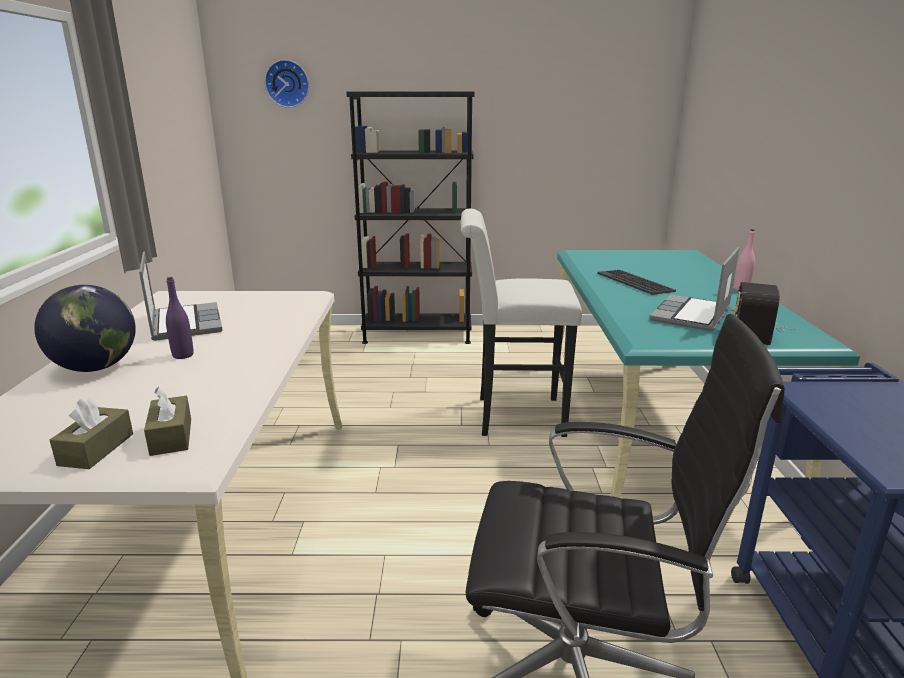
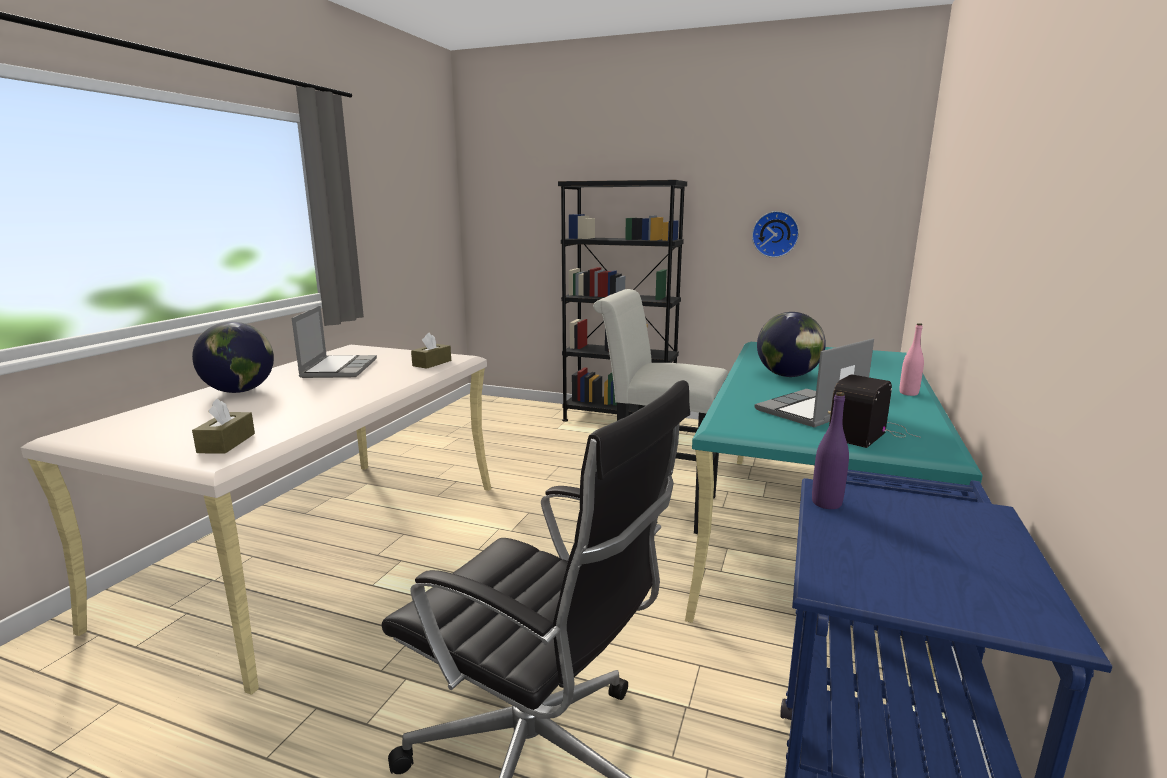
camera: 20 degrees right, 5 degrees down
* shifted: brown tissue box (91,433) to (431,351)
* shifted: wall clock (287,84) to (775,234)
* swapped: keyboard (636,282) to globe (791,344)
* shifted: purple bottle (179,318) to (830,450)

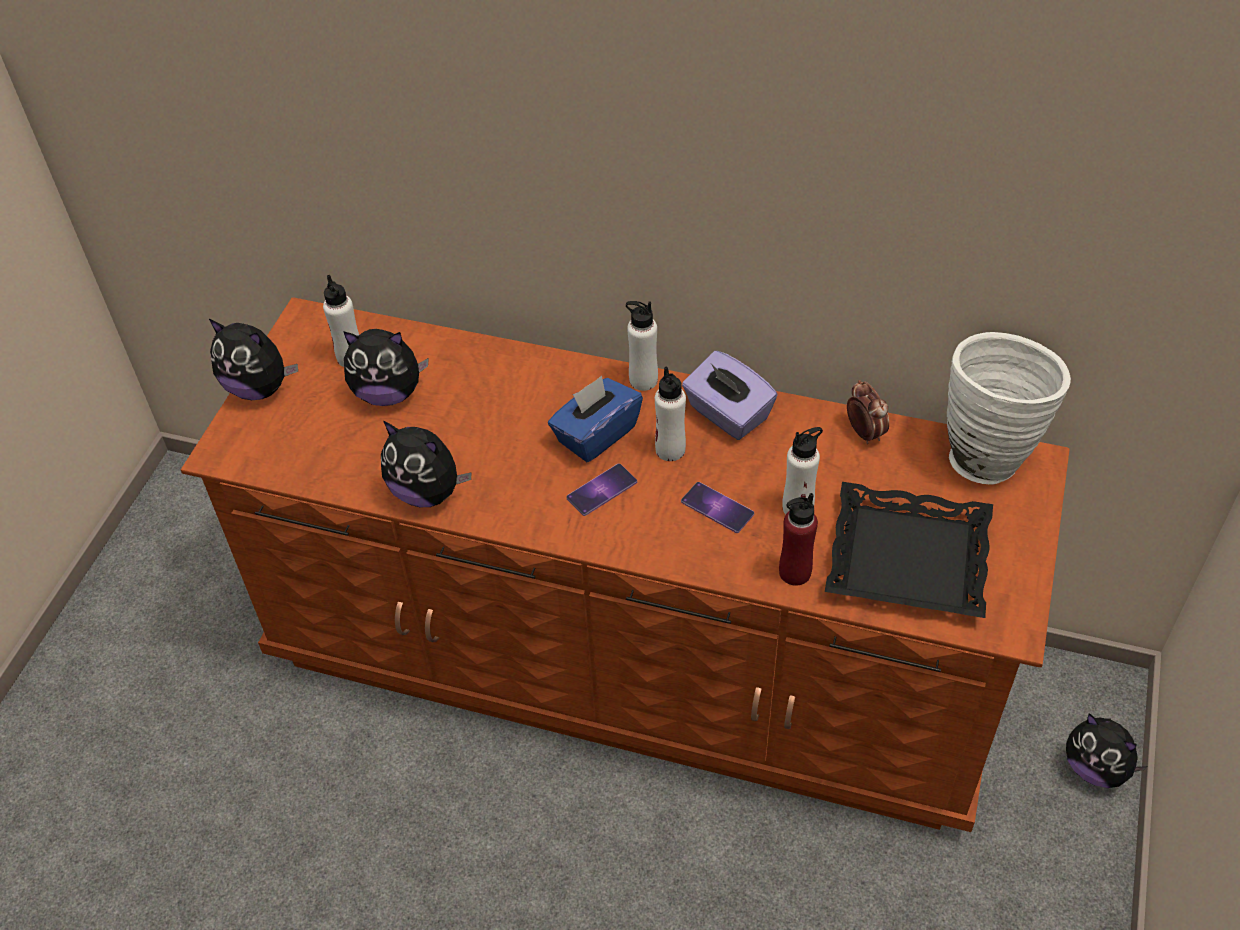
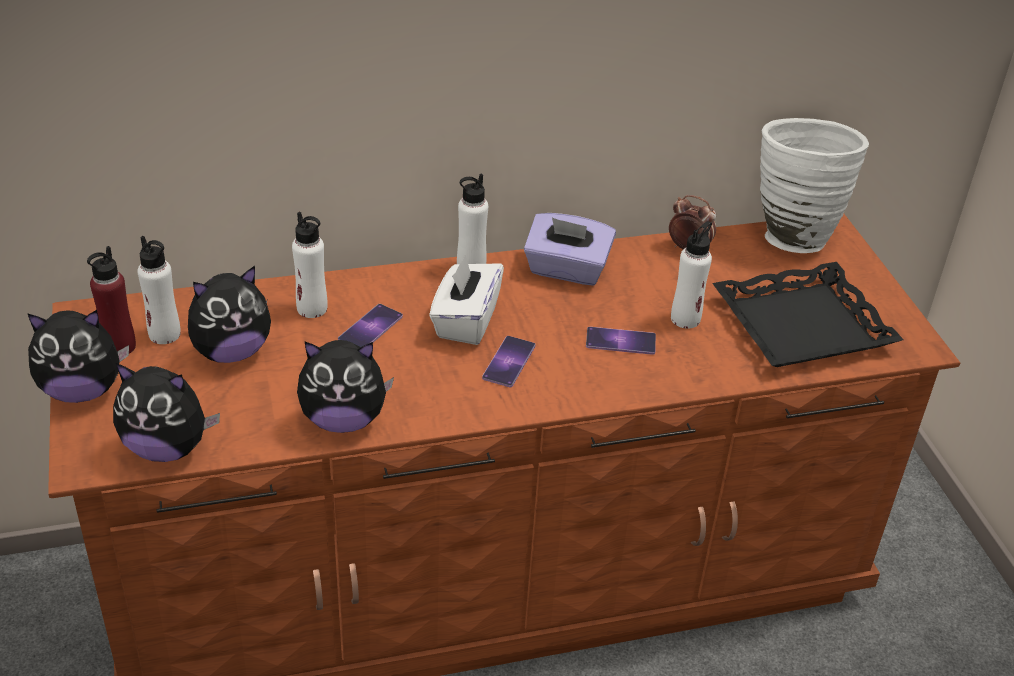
camera: 35 degrees left, 10 degrees down
* shifted: red bottle (798,539) to (111,300)
* shifted: plush toy (1107,750) to (166,412)
* shifted: white bottle (670,413) to (309,265)
* new: phone (370,325)
* repainted: blue tissue box (595,419) to white tissue box (466,300)

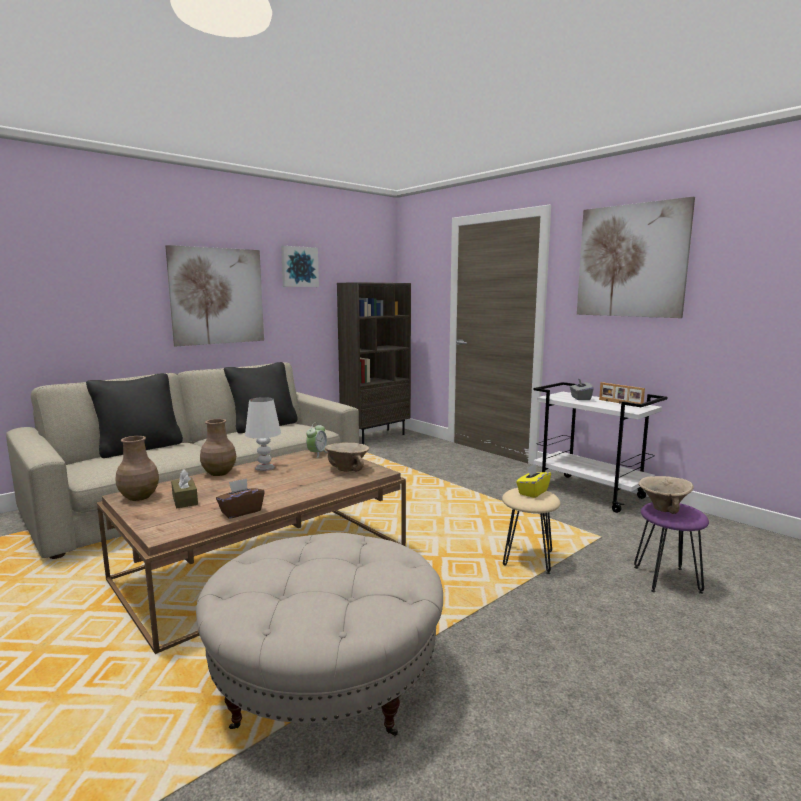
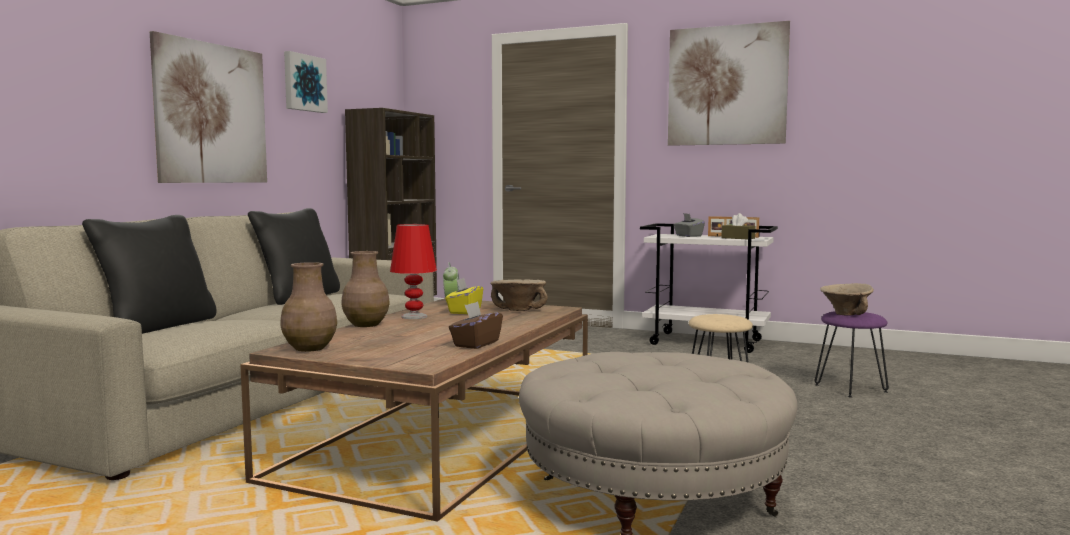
camera: 25 degrees left, 5 degrees down
* repainted: white table lamp (263,434) to red table lamp (413,271)
* shifted: yellow tissue box (533,481) to (464,296)
* shifted: brown tissue box (184,488) to (738,226)

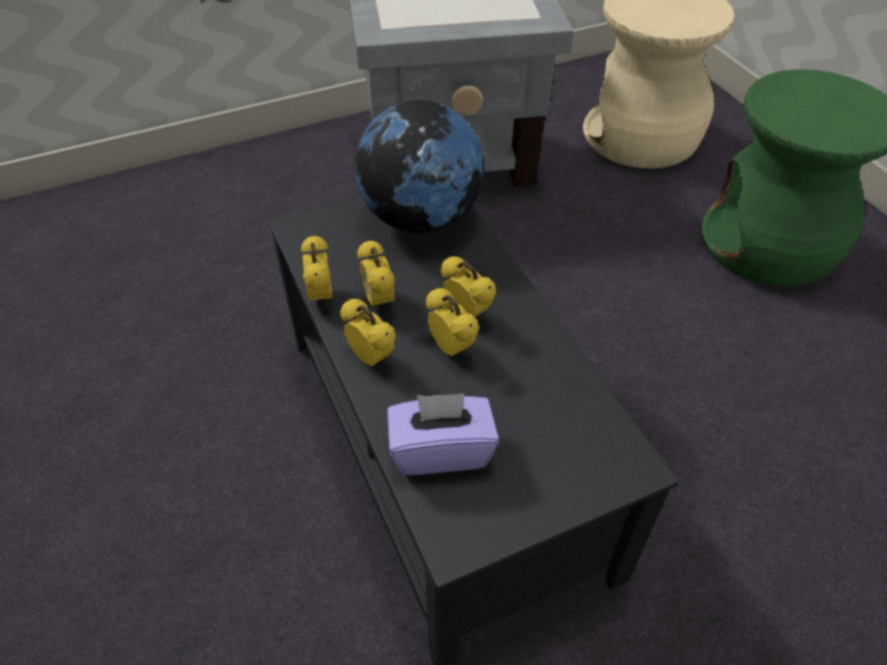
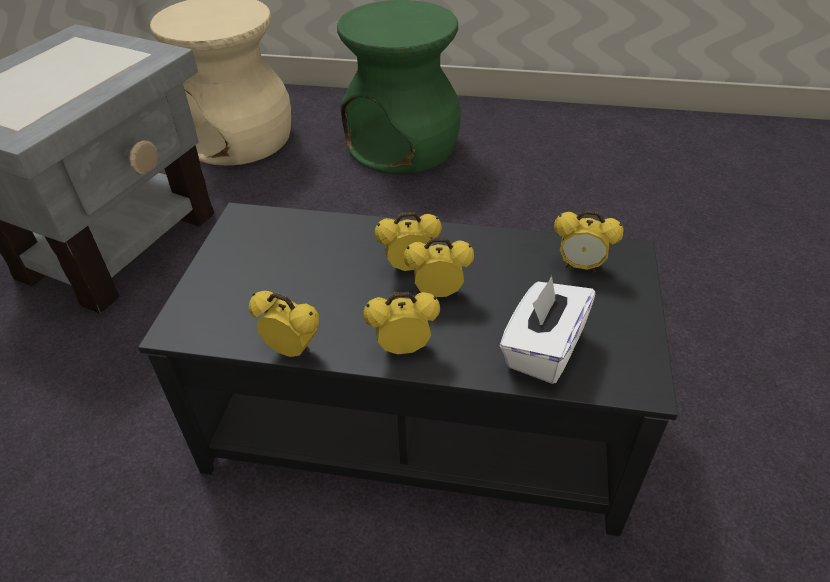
camera: 55 degrees left, 5 degrees down
* repainted: purple tissue box (443,434) to white tissue box (547,330)
* shifted: alarm clock (376,275) to (589,241)
* gone: globe (419,166)

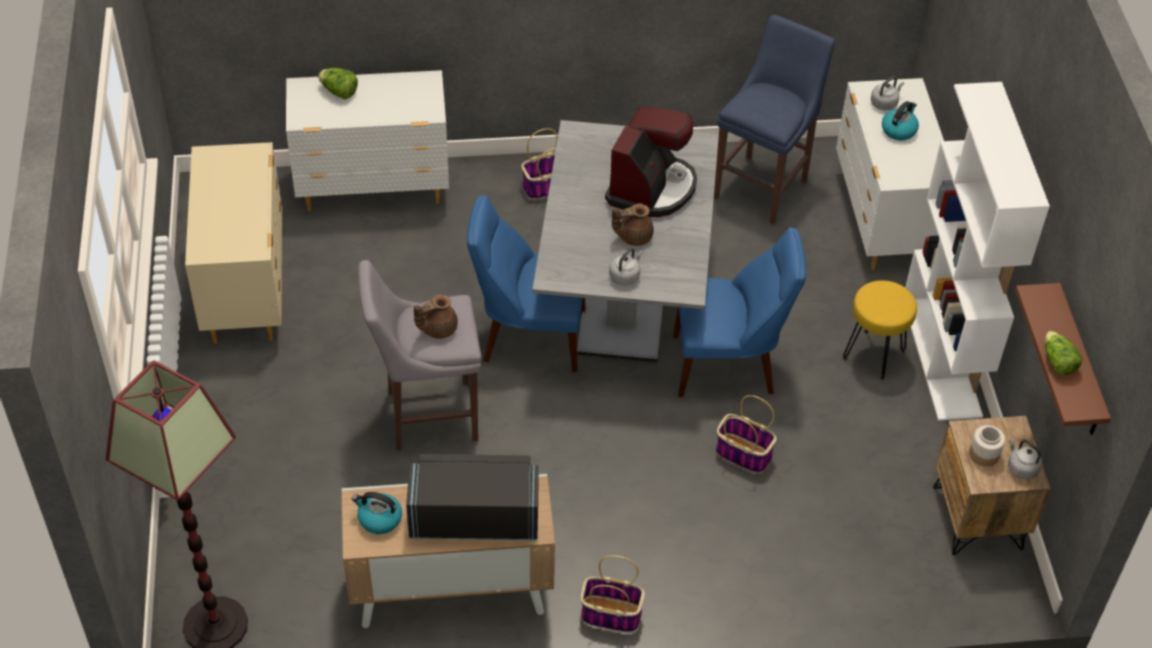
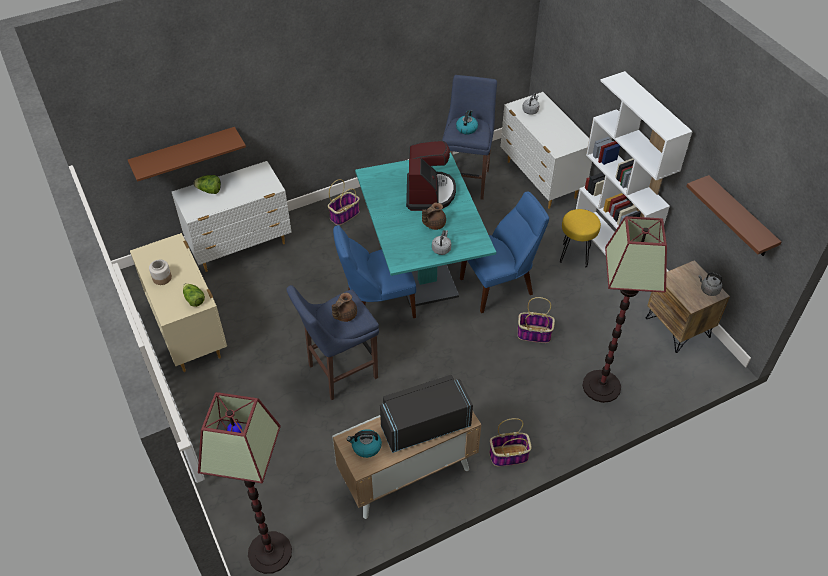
camera: 20 degrees left, 0 degrees up
* new: brown shelf (187,154)
* shifted: jar (987,446) to (160,272)
* shifted: lettuce (1063,353) to (194,295)
* repainted: grey stool (419,355) to blue stool (333,342)
* repainted: grey dining table (625,241) to turquoise dining table (425,229)
* shifted: kettle (900,121) to (467,122)
* new: floor lamp (624,309)

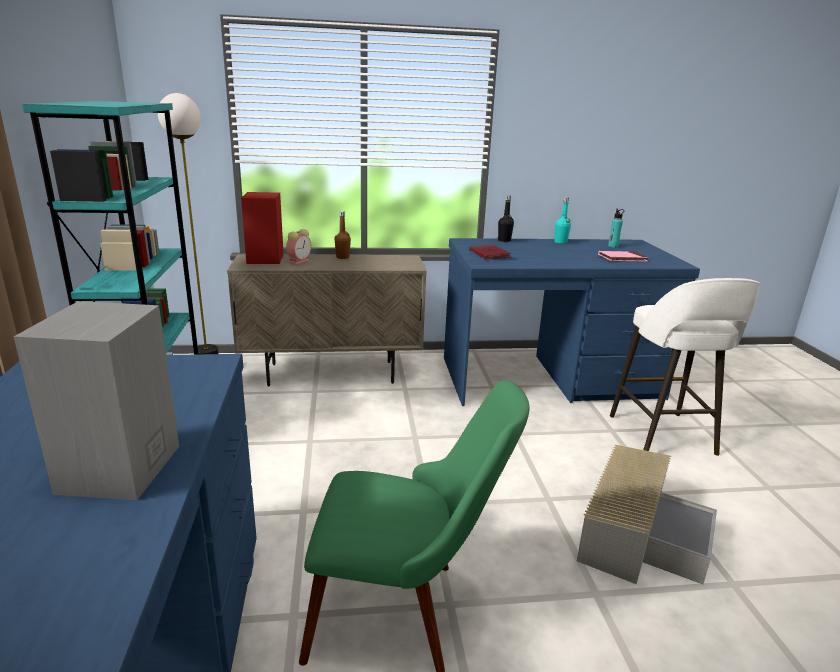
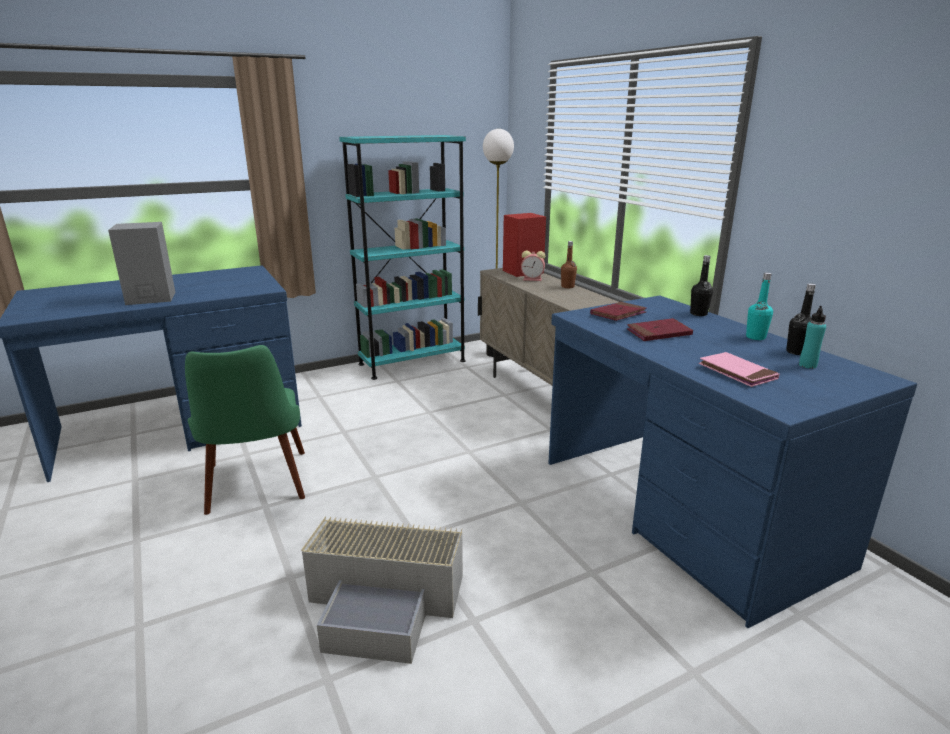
camera: 70 degrees right, 0 degrees up
* new: red book (660,329)
* new: black bottle (801,319)
* gone: white stool (685,367)

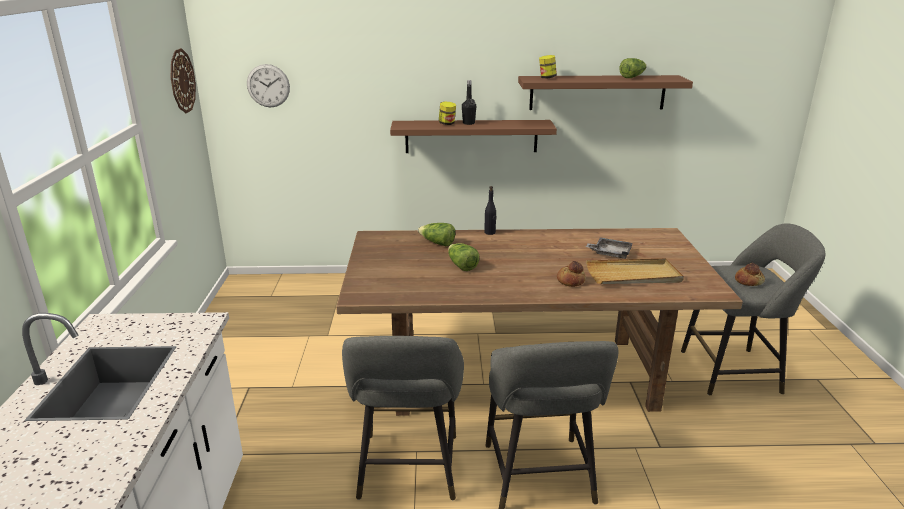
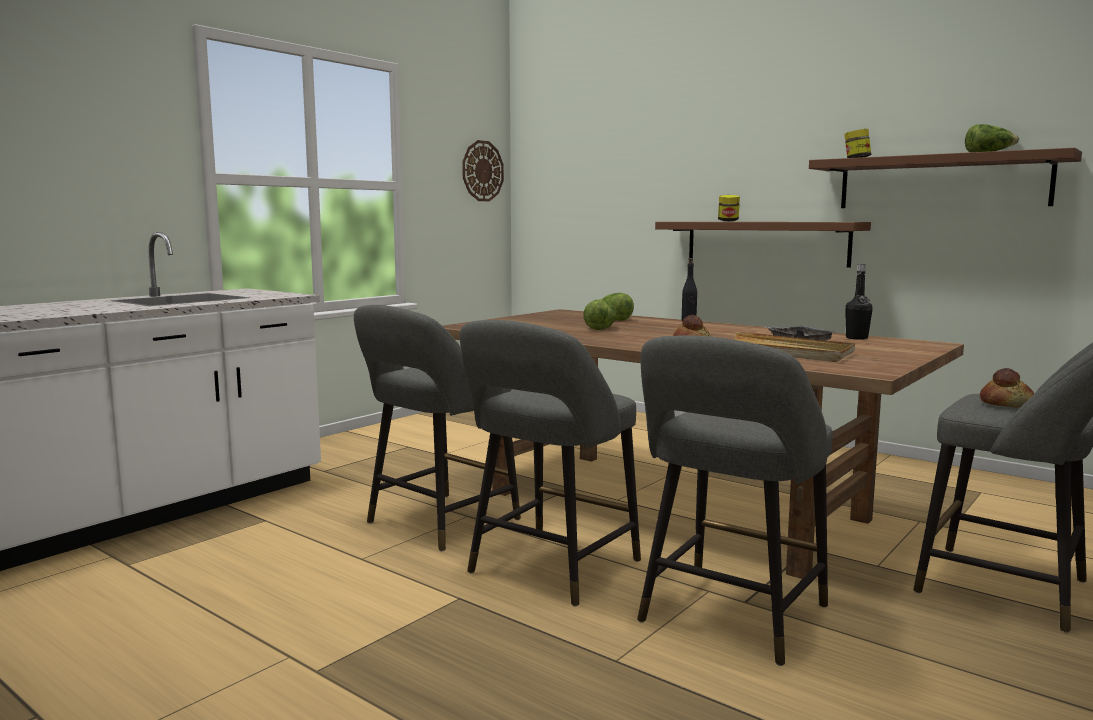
camera: 40 degrees right, 15 degrees down
* new: grey stool (735,500)
* shifted: black bottle (469,102) to (859,302)
* gone: wall clock (268,85)

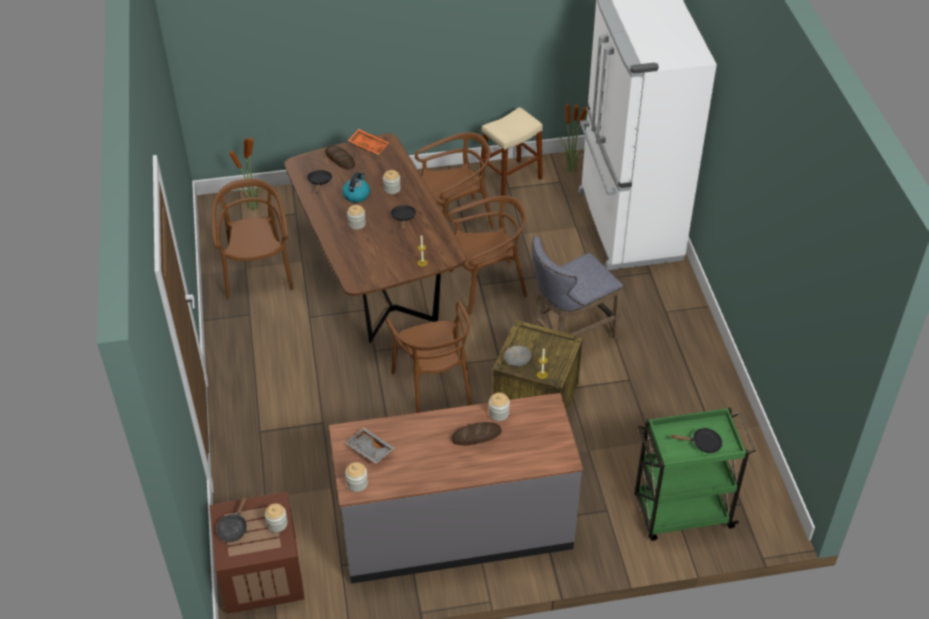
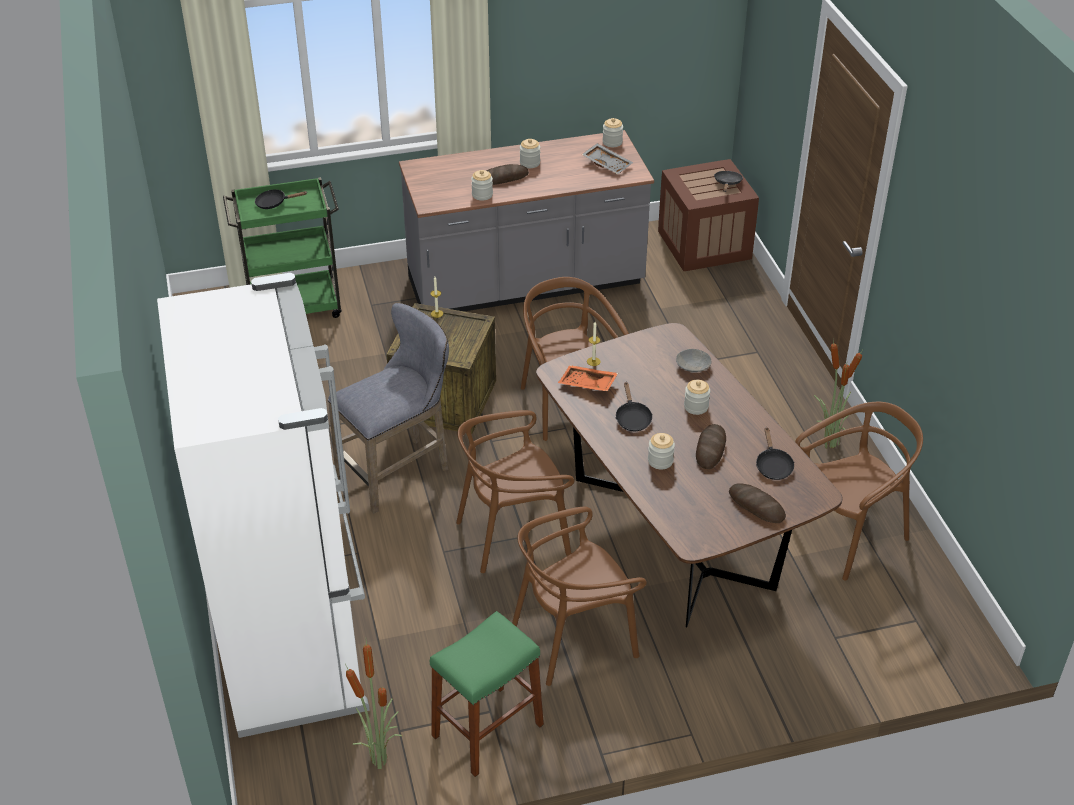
camera: 175 degrees right, 5 degrees down
* repainted: beige stool (511,151) to green stool (487,694)
* shifted: jar (276,517) to (530,153)
* shifted: orange tray (368,142) to (588,378)
* shifted: grey bowl (517,356) to (693,361)
* swapped: kettle (356,187) to bread (711,446)
* rotated: brown chair (253,239) = (859,491) 105 degrees counterclockwise
* shifted: potted plant (247,173) to (839,394)

